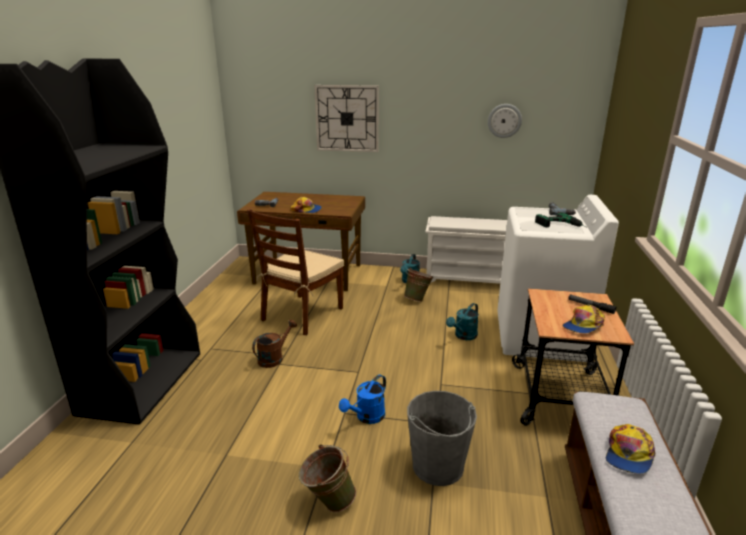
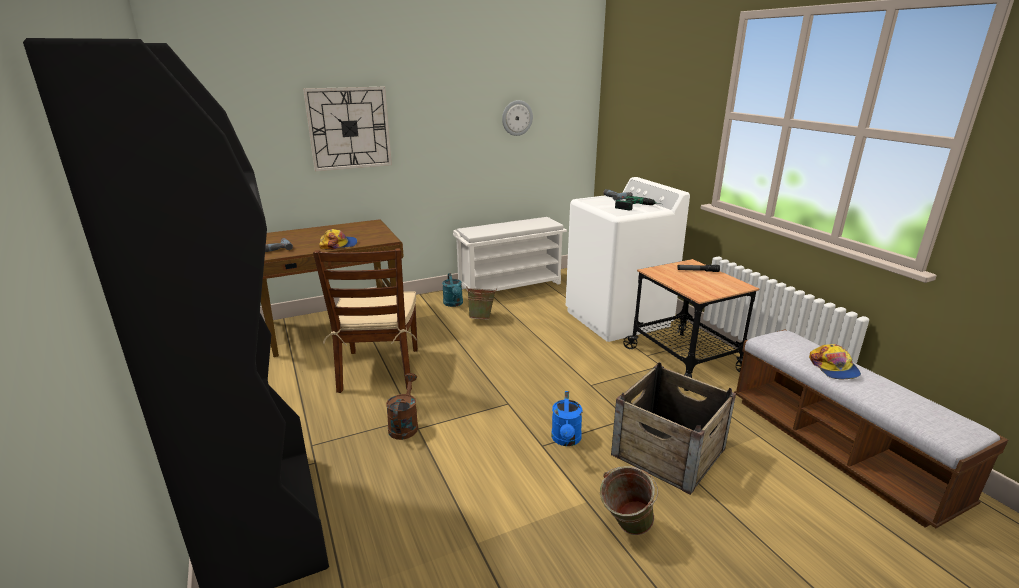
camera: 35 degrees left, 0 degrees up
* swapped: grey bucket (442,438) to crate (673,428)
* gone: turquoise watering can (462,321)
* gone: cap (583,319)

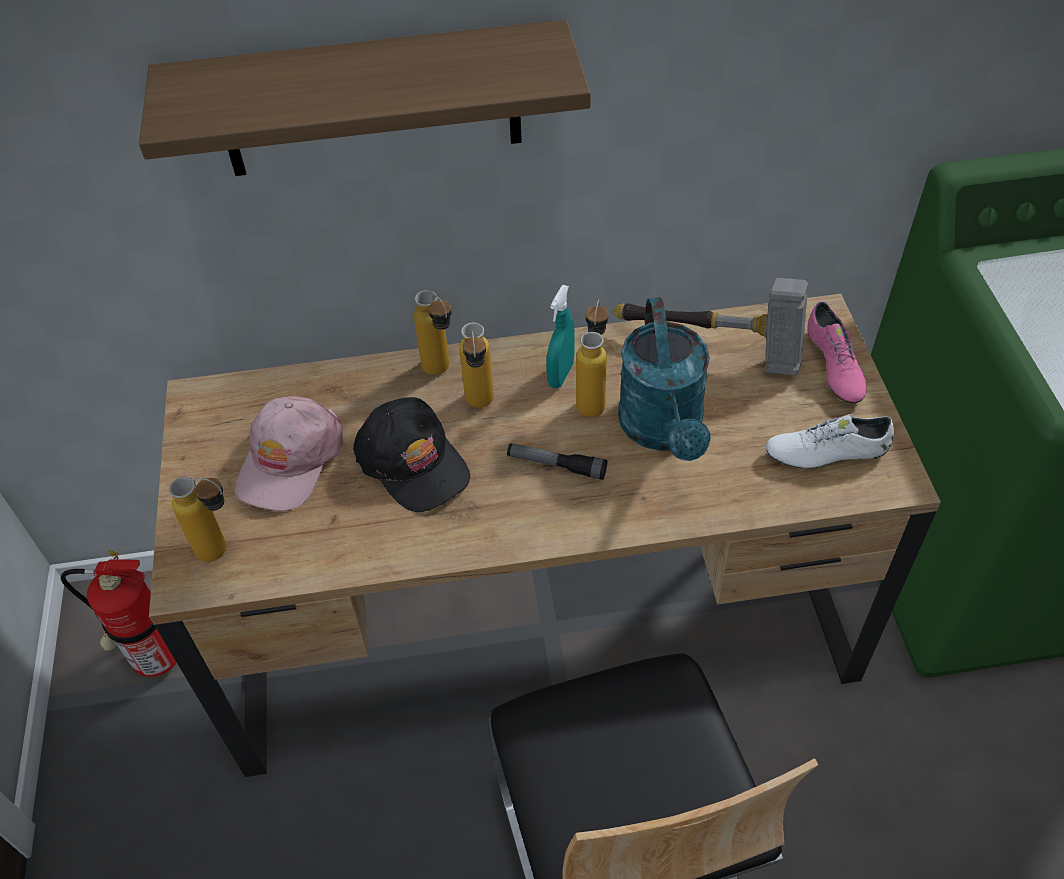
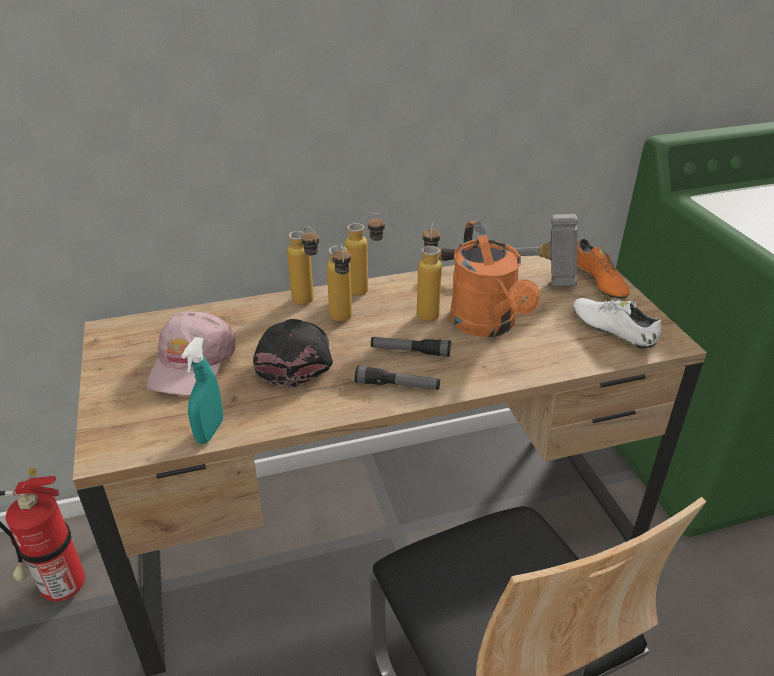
camera: 10 degrees left, 15 degrees down
* shifted: turquoise spray bottle (560,336) to (202,390)
* rotated: black cap (411,454) = (293,353) 135 degrees counterclockwise
* shifted: bottle (197,519) to (365,254)
* new: flashlight (397,377)
* repainted: turquoise watering can (664,379) to orange watering can (495,279)
* rotated: white shoe (830,441) = (617,324) 60 degrees clockwise
* repainted: pink shoe (837,352) to orange shoe (603,268)
* gone: shelf (365,97)

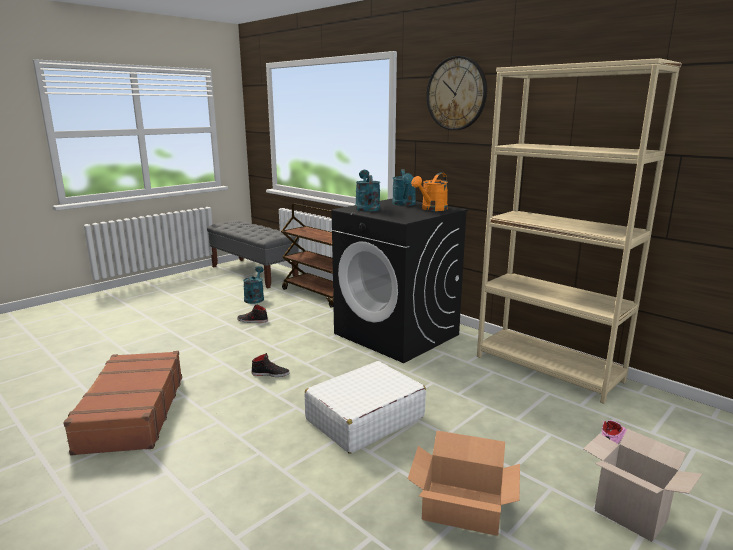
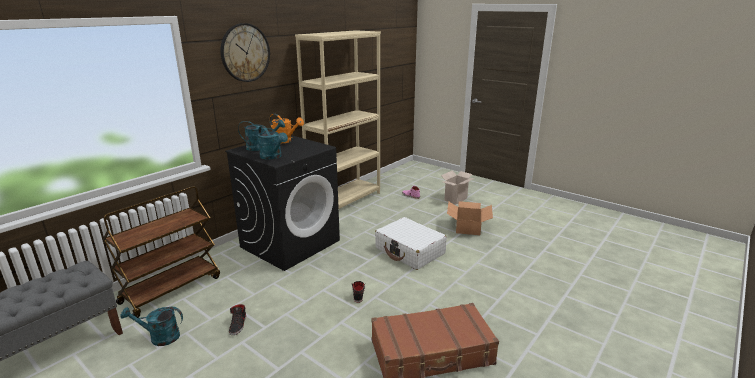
camera: 95 degrees left, 5 degrees up
* rotated: turquoise watering can (367,191) = (273,143) 120 degrees counterclockwise

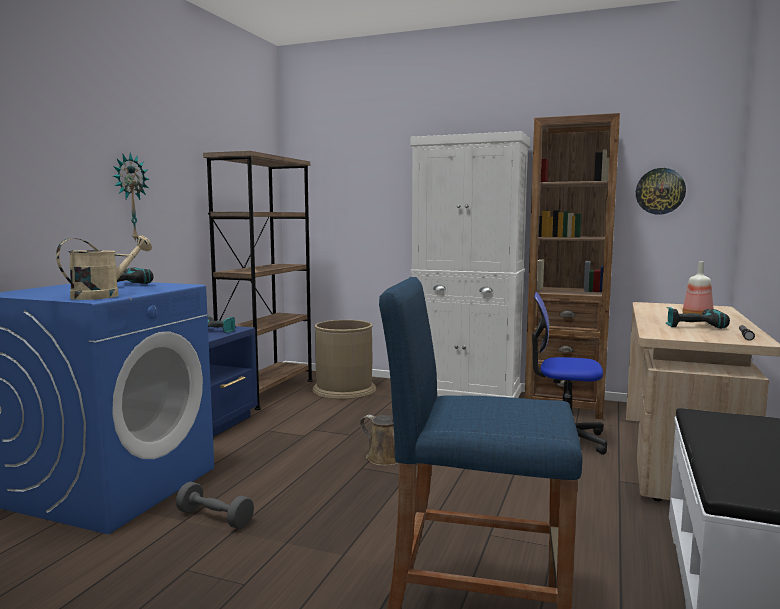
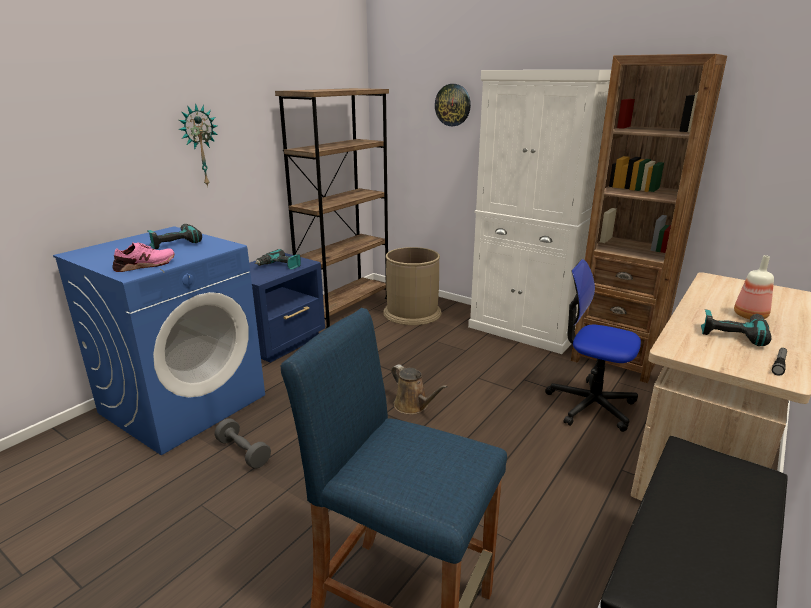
camera: 15 degrees right, 15 degrees up
* swapped: beige watering can (104,267) to pink shoe (143,257)
* shifted: wall clock (661,191) to (453,105)

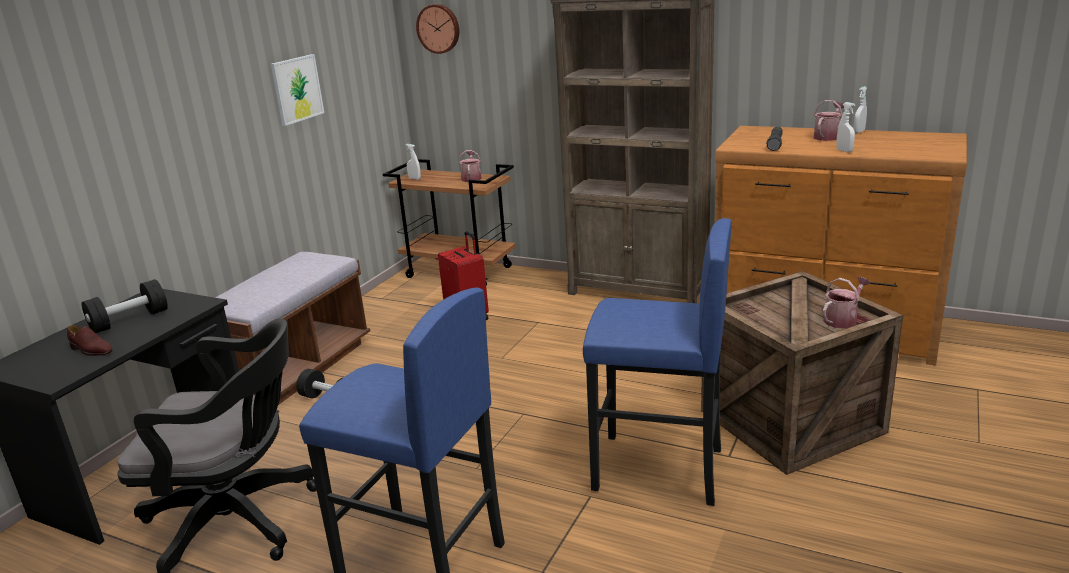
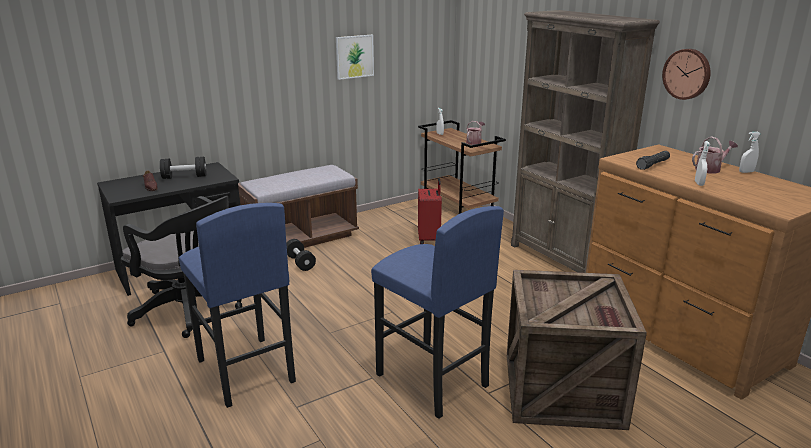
camera: 30 degrees right, 0 degrees up
* shifted: wall clock (437,29) to (686,74)
* gone: watering can (847,303)

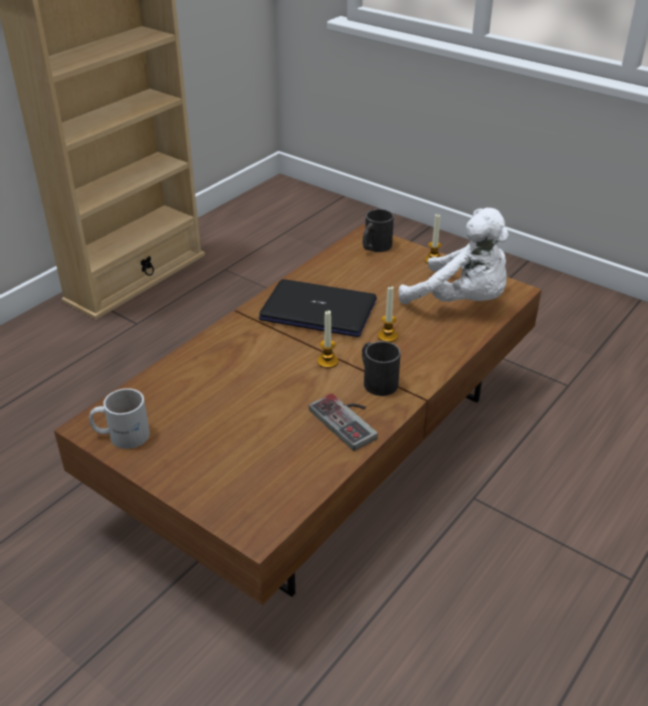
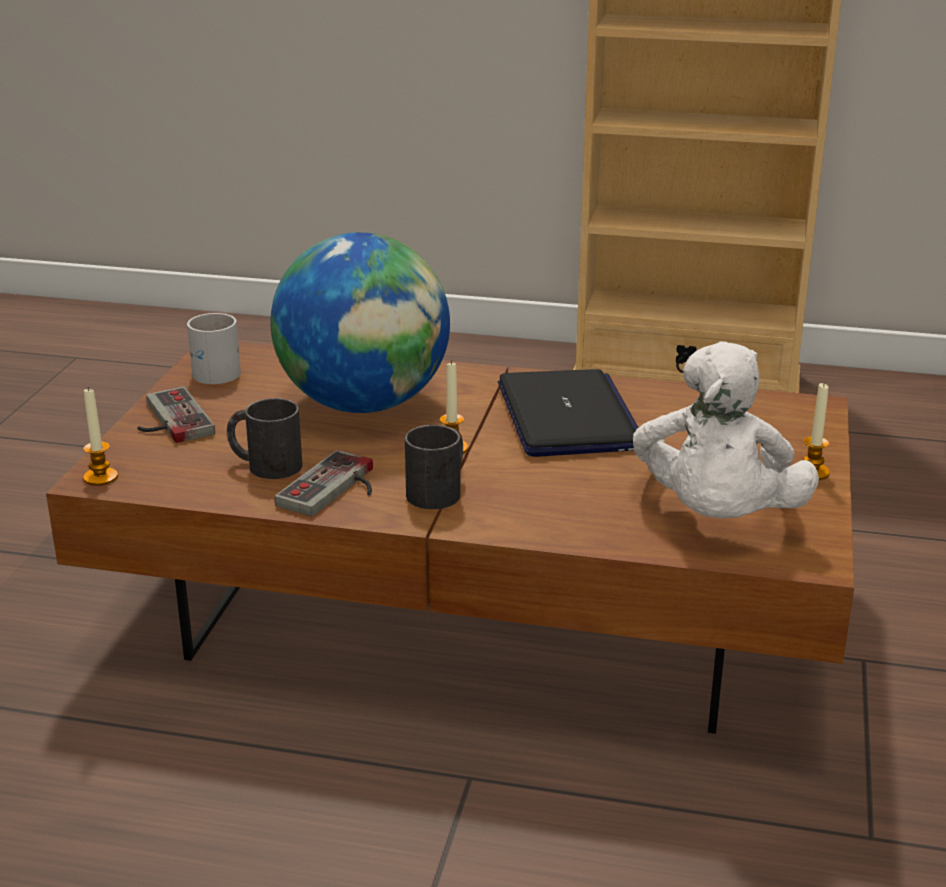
camera: 65 degrees right, 10 degrees down
* shifted: candle (388,314) to (100,436)
* new: game controller (176,414)
* shifted: black mug (378,230) to (265,438)
* new: globe (360,322)

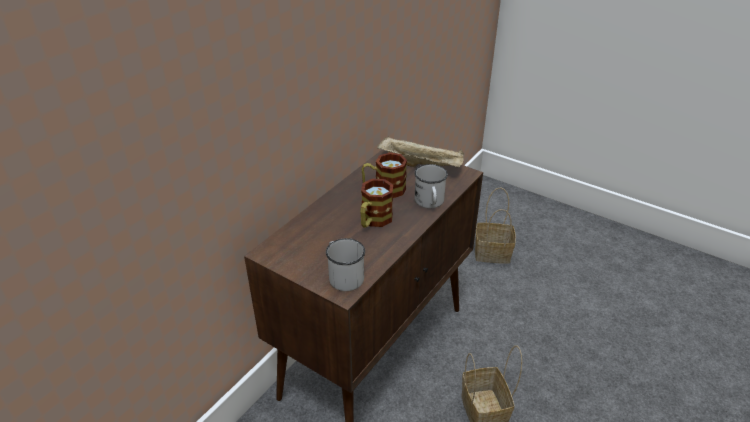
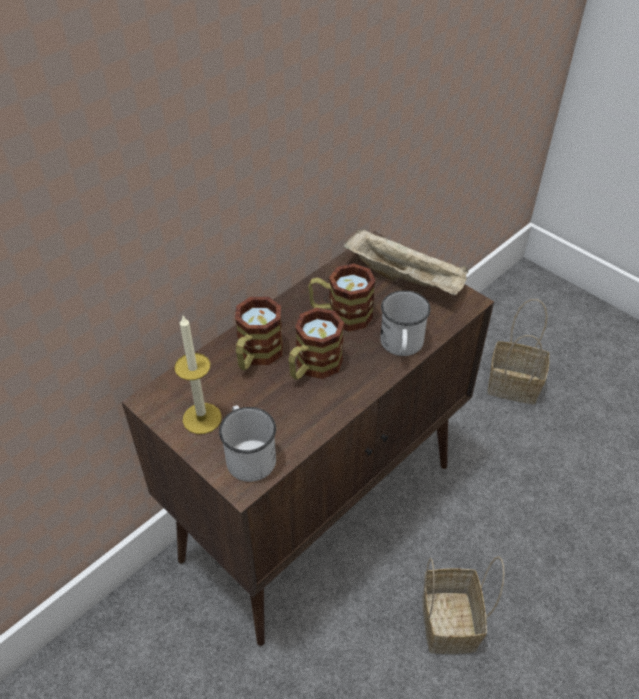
camera: 10 degrees right, 10 degrees up
* new: candle (198,375)
* new: mug (259,333)

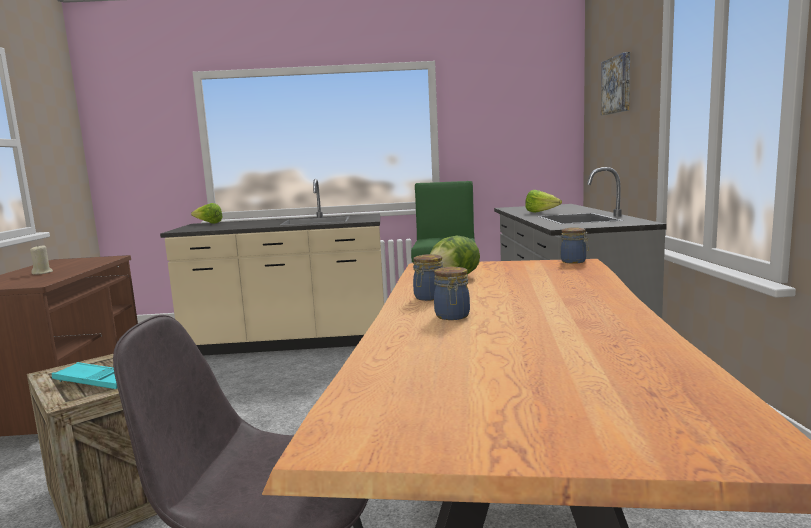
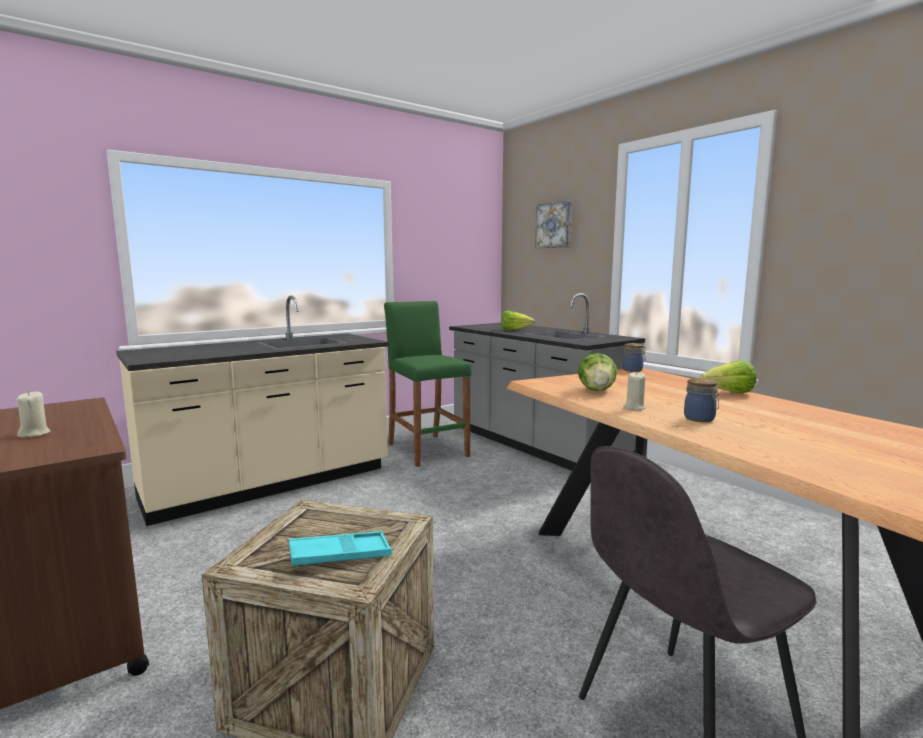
camera: 35 degrees left, 0 degrees up
* swapped: jar (428,277) to beige candle (634,390)
* shifted: lettuce (206,213) to (728,376)

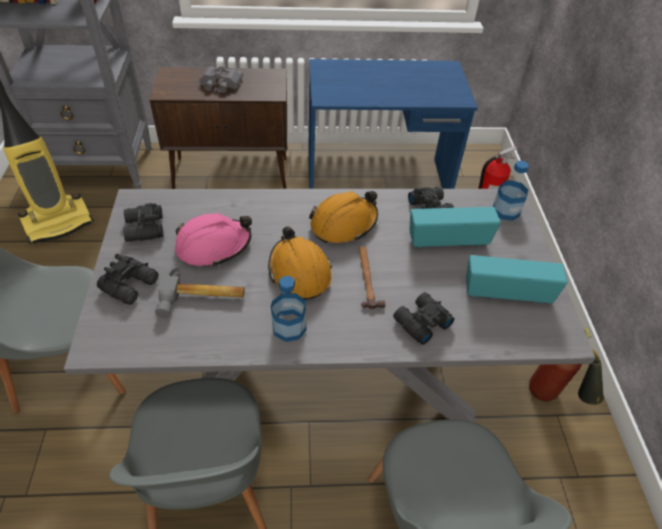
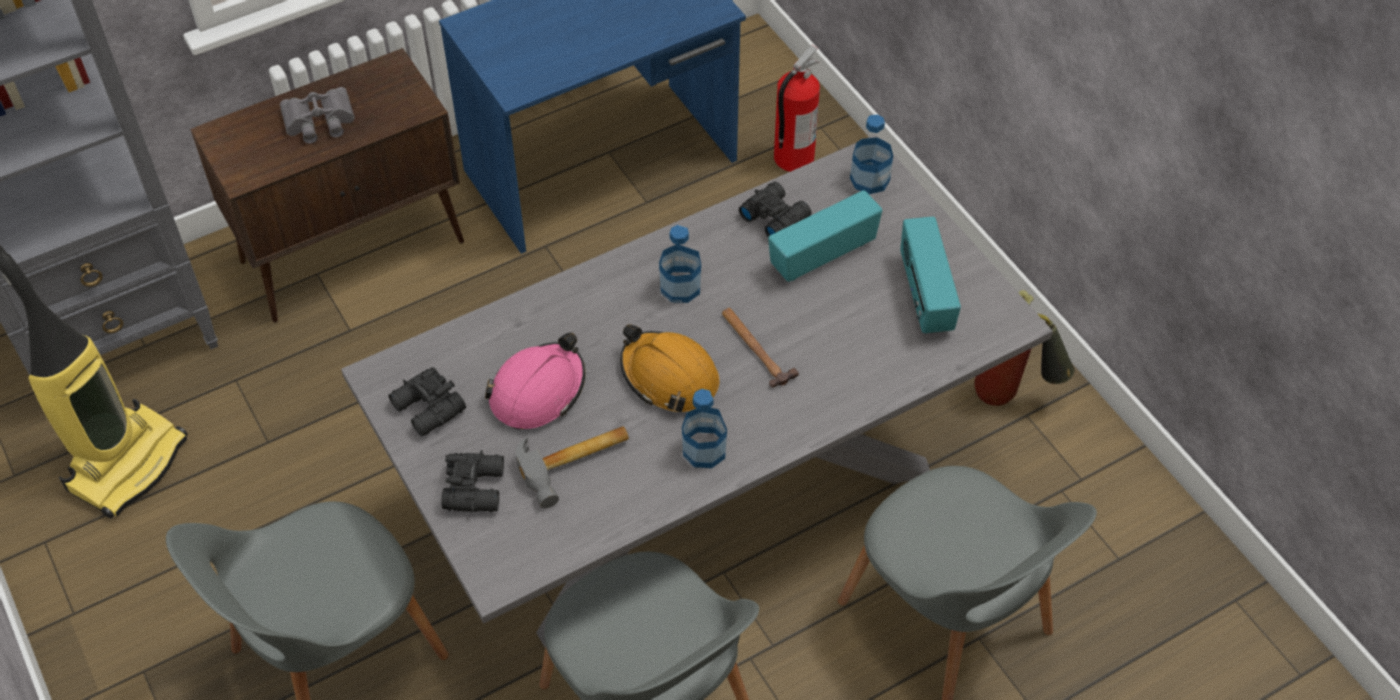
camera: 25 degrees left, 5 degrees up
* swapped: orange hard hat (343,217) to bottle (680,264)
* rotated: radio (517,279) = (930,275) 75 degrees counterclockwise
* gone: black binoculars (424,318)

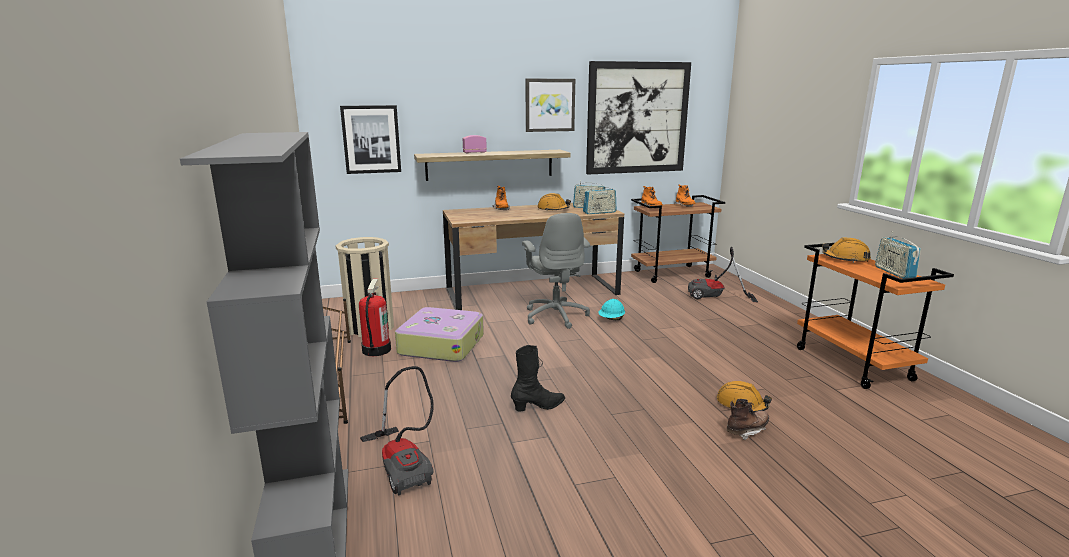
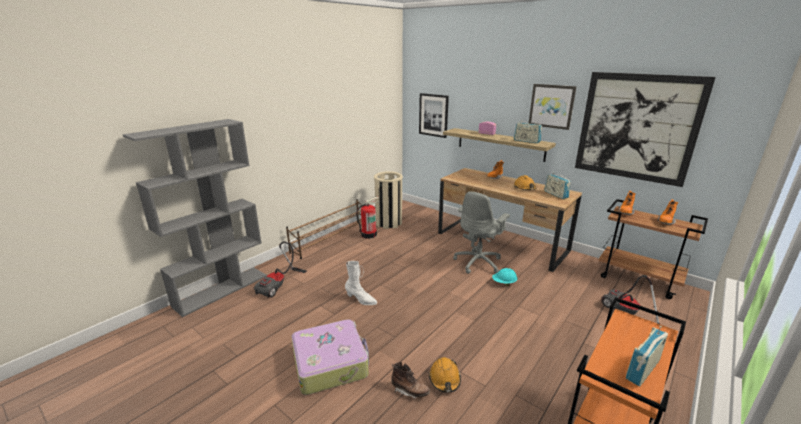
camera: 55 degrees right, 5 degrees up
* shifted: suitcase (439,334) to (330,357)
* repainted: black boot (538,378) to white boot (361,283)
* shifted: radio (599,199) to (528,132)
* gone: orange hard hat (846,250)

